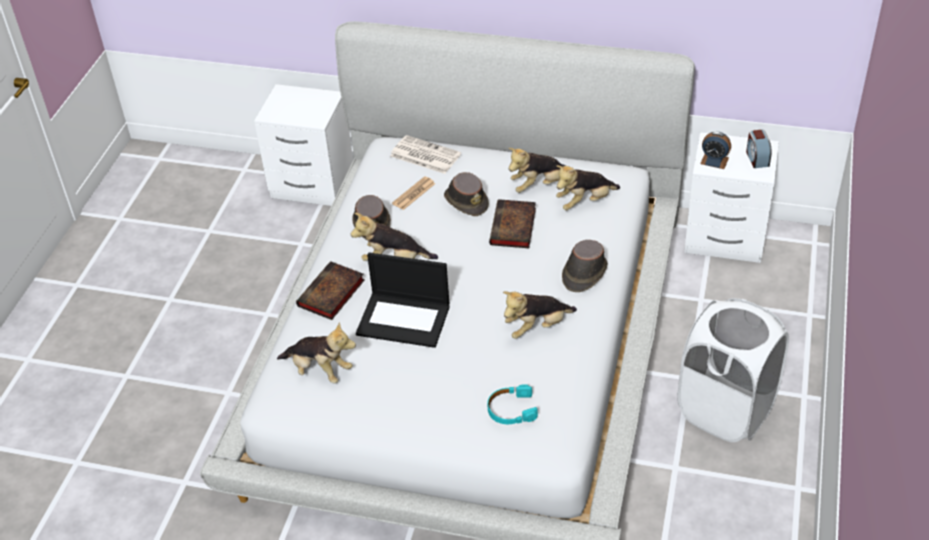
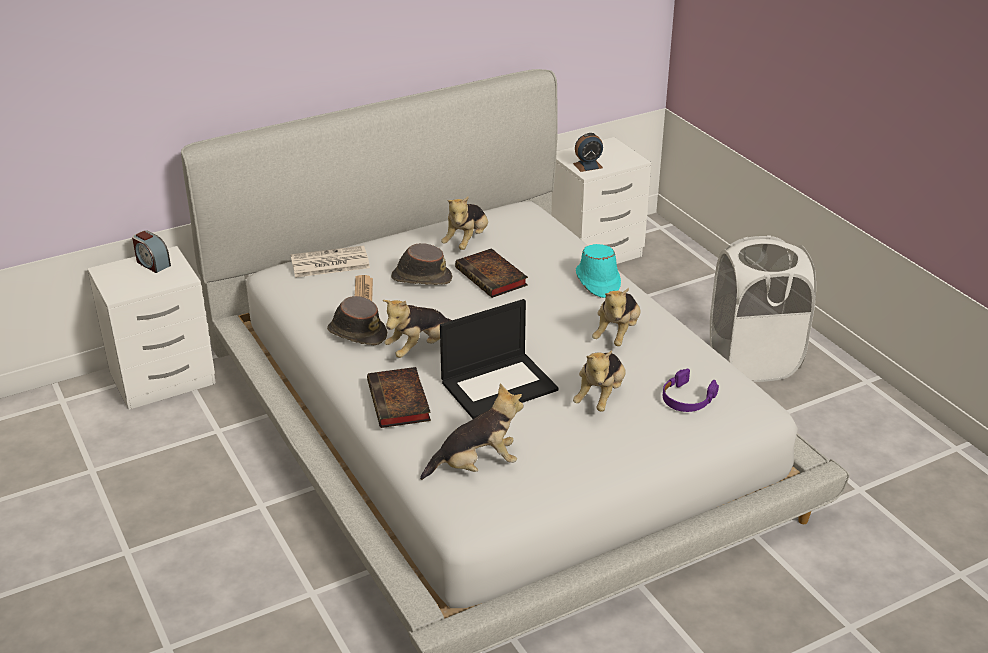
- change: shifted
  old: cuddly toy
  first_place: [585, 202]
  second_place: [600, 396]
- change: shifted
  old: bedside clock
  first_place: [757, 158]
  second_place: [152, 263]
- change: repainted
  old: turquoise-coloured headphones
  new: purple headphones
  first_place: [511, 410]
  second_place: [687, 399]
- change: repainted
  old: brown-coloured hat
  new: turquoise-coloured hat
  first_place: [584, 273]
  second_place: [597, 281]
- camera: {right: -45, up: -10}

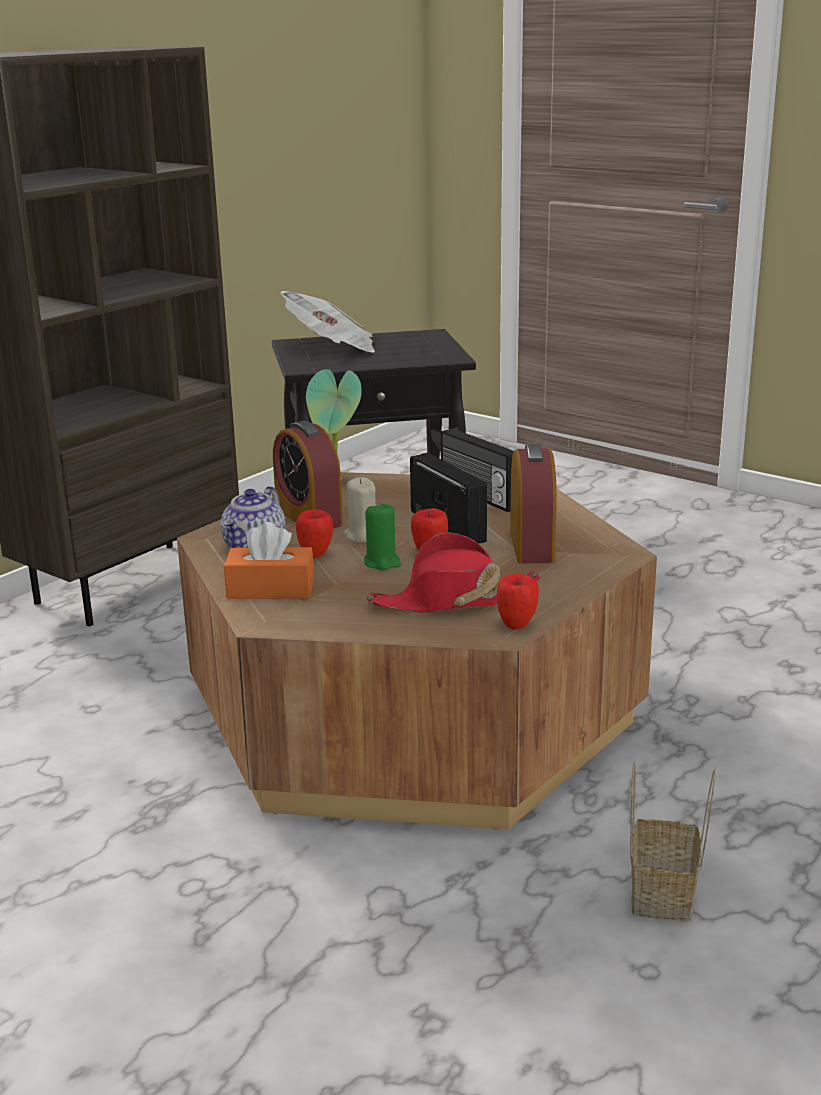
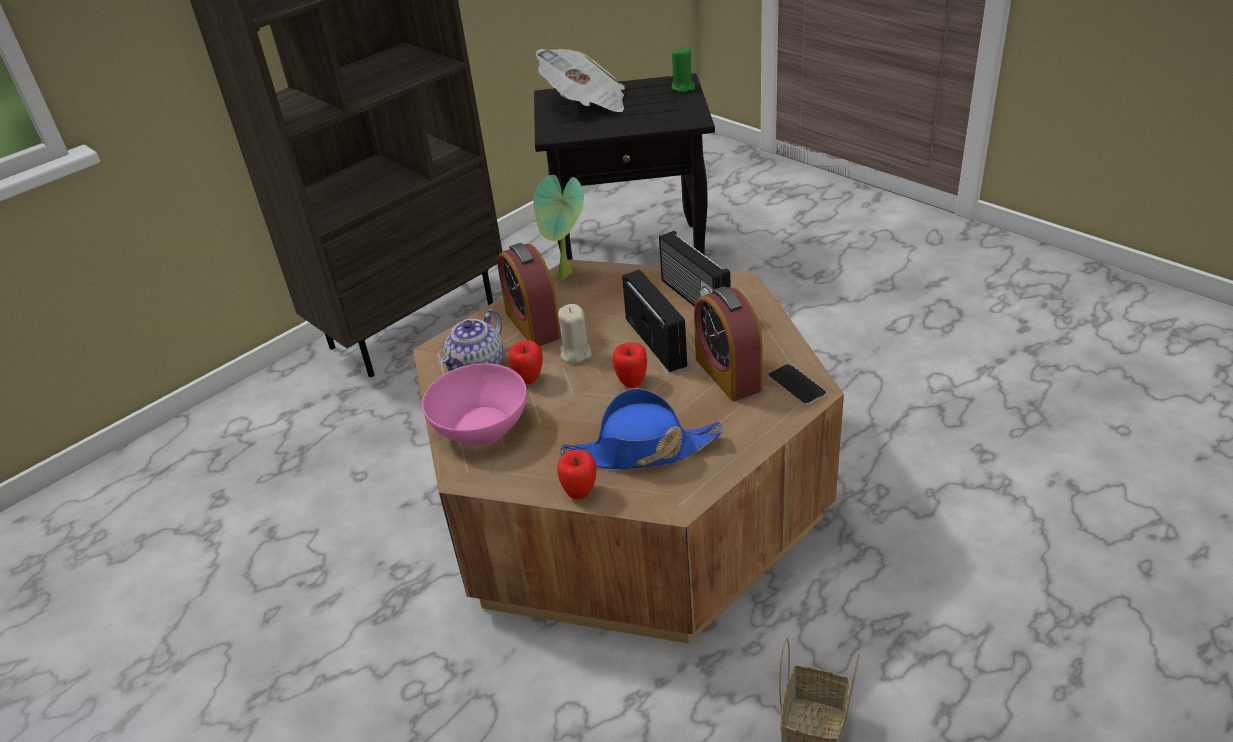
- change: new
  new: handset
  second_place: [796, 385]
- change: shifted
  old: greenish wax candle
  first_place: [382, 563]
  second_place: [683, 87]
- change: shifted
  old: apple
  first_place: [517, 625]
  second_place: [580, 492]
- change: swapped
  old: orange-coloured tissue box
  new: pink-coloured bowl
  first_place: [270, 589]
  second_place: [480, 426]
- change: repainted
  old: reddish hat
  new: blue hat
  first_place: [454, 600]
  second_place: [641, 450]
- change: rotated
  old: bedside clock
  first_place: [532, 546]
  second_place: [728, 374]
  degrees: 150
- camera: {right: 10, up: 15}

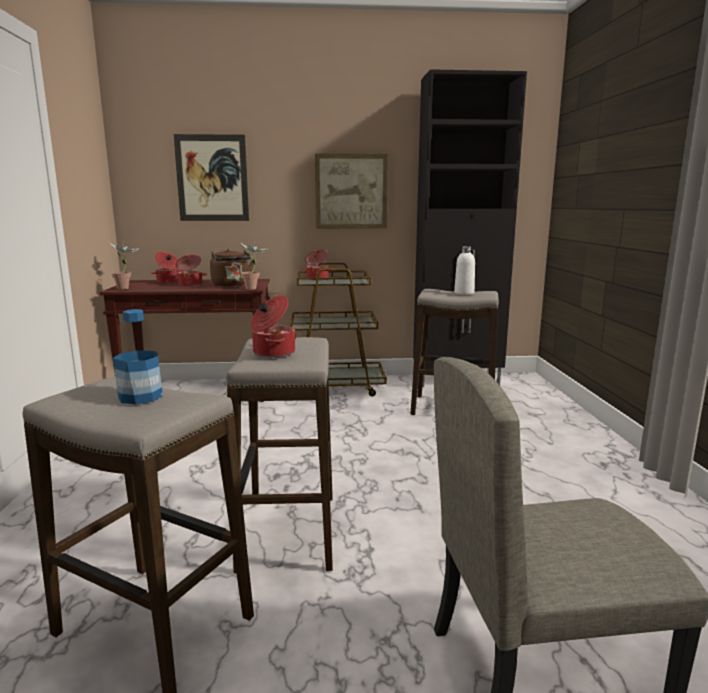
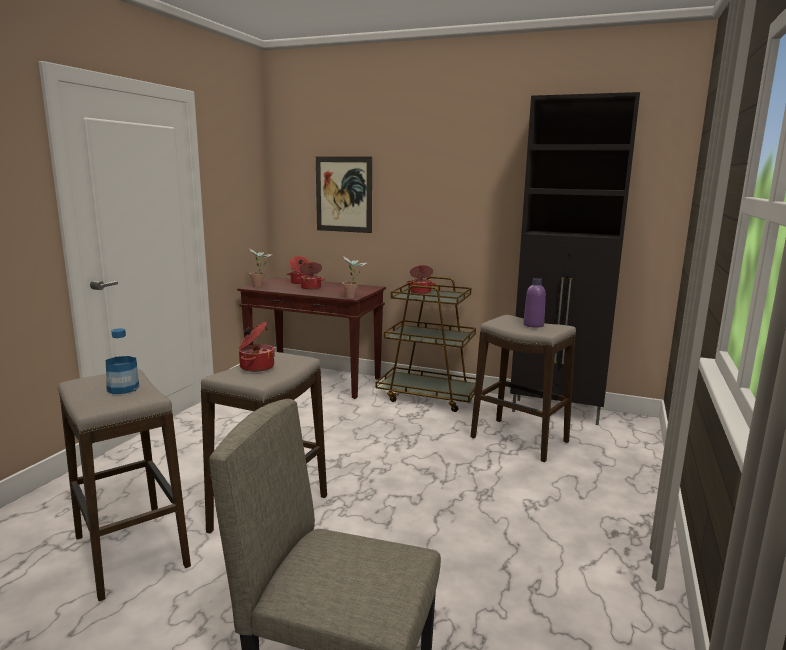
- change: gone
  old: brown-coloured water kettle
  first_place: [231, 285]
- change: gone
  old: picture
  first_place: [351, 191]
- change: repainted
  old: white bottle
  new: purple bottle
  first_place: [464, 293]
  second_place: [533, 325]
- camera: {right: 25, up: 0}

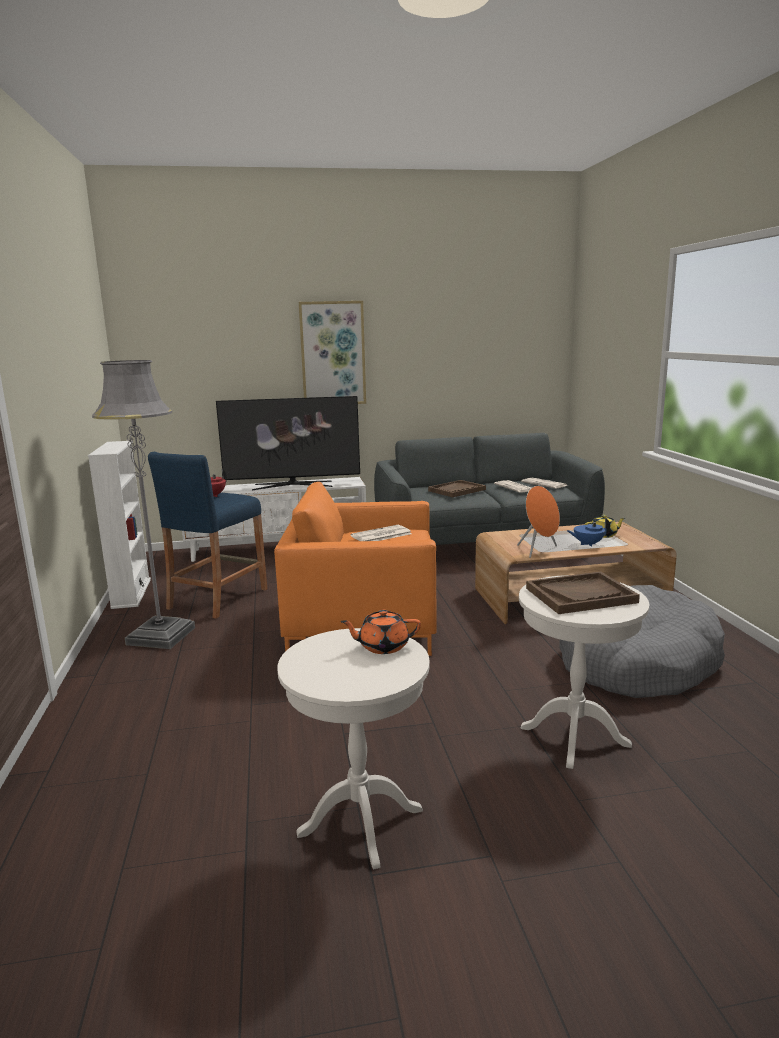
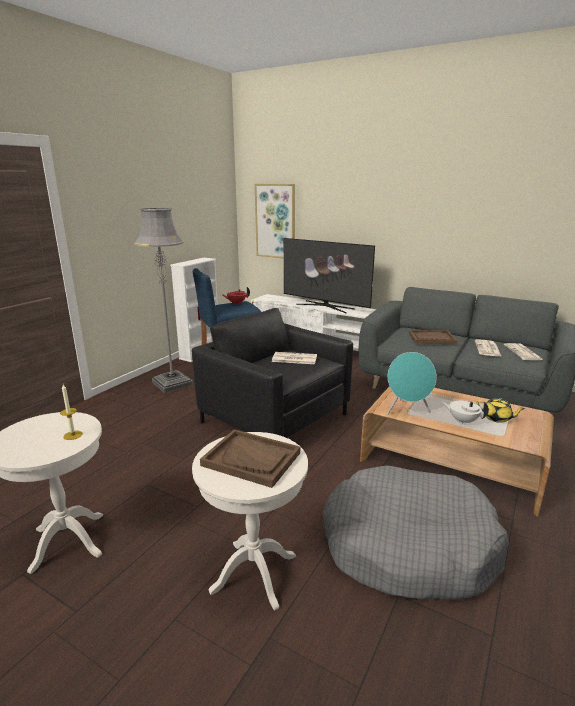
- change: shifted
  old: picture
  first_place: [333, 354]
  second_place: [275, 221]
- change: swapped
  old: orange-coloured tea pot
  new: wax candle
  first_place: [382, 646]
  second_place: [73, 435]
- change: repainted
  old: orange-coloured lounge chair
  new: blackish lounge chair
  first_place: [362, 622]
  second_place: [274, 418]
- change: repainted
  old: orange-coloured speaker
  new: turquoise-coloured speaker
  first_place: [539, 550]
  second_place: [407, 411]
- change: repainted
  old: blue tea pot
  new: white tea pot
  first_place: [587, 544]
  second_place: [463, 421]
- camera: {right: 40, up: 5}

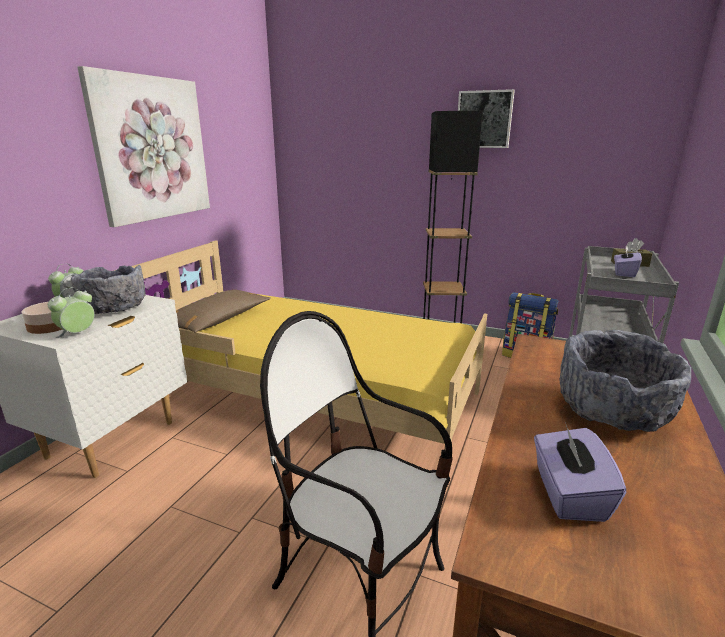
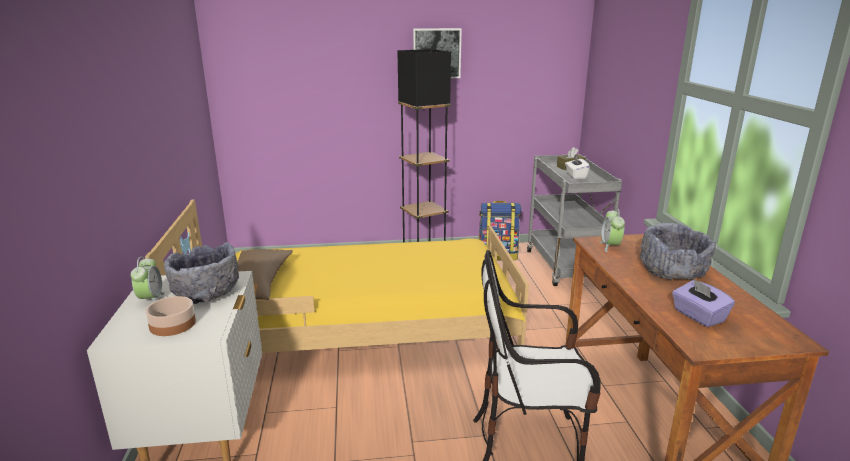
- change: gone
  old: picture
  first_place: [152, 149]
- change: shifted
  old: bedside clock
  first_place: [78, 334]
  second_place: [610, 246]
- change: repainted
  old: purple tissue box
  new: white tissue box
  first_place: [624, 273]
  second_place: [575, 176]
- camera: {right: -30, up: 0}

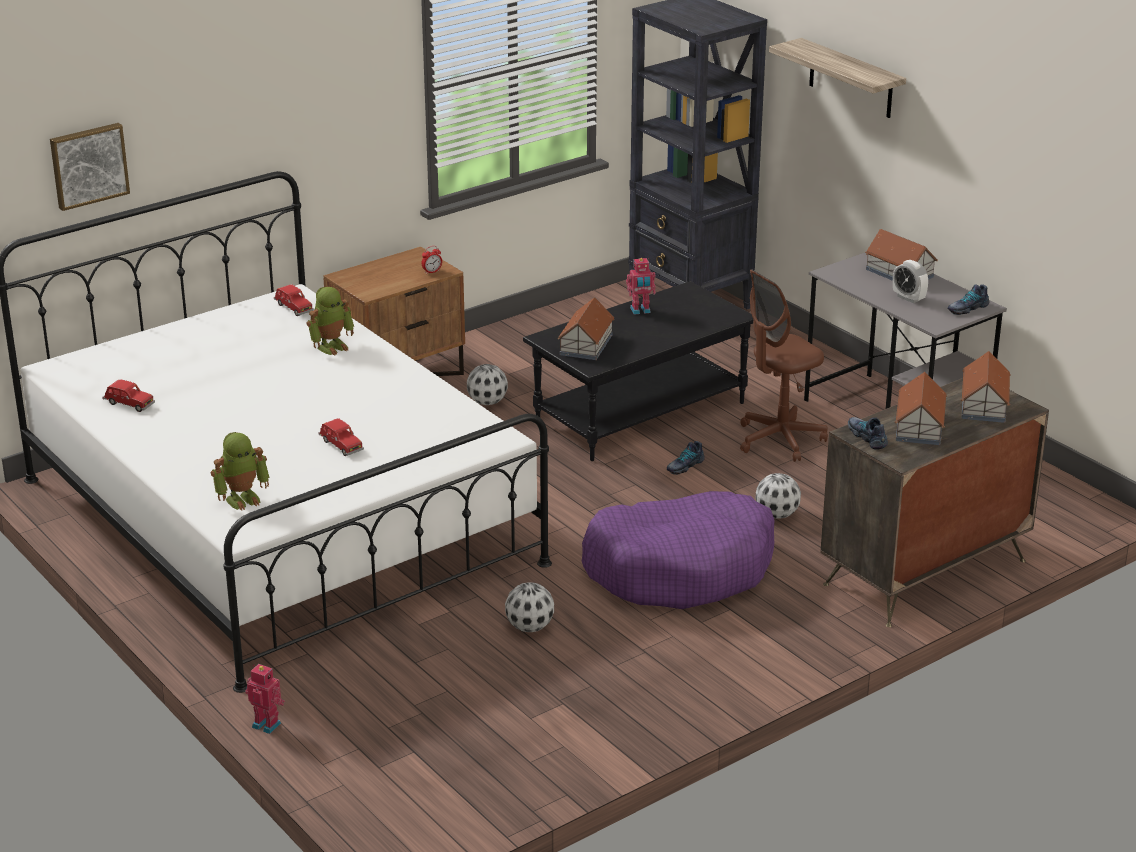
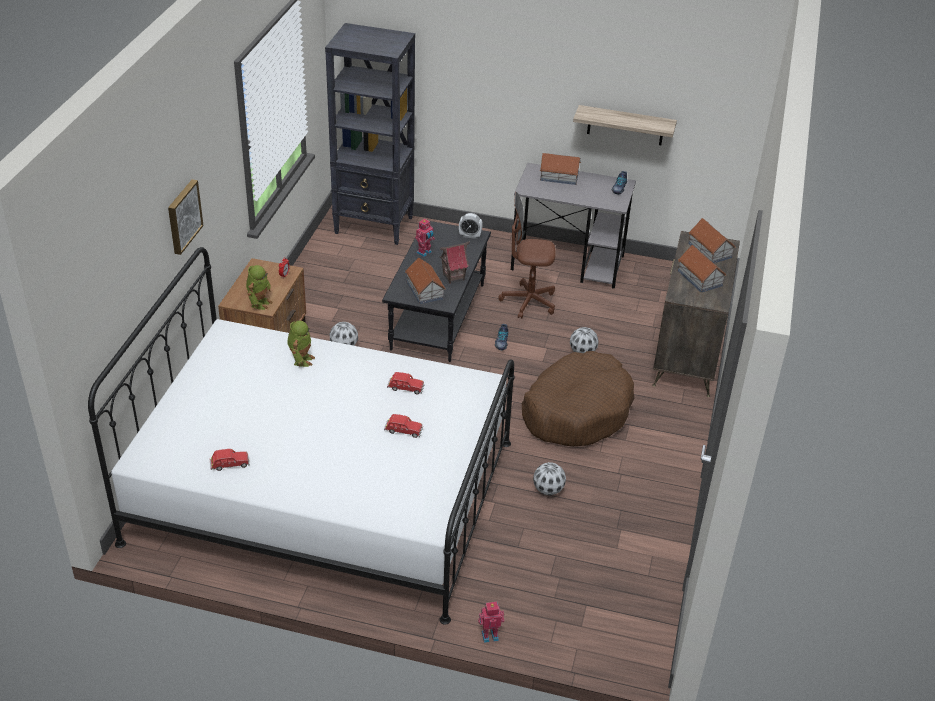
- change: gone
  old: item of footwear
  first_place: [867, 437]
- change: new
  new: miniature house
  second_place: [453, 277]
- change: shifted
  old: picture
  first_place: [88, 165]
  second_place: [183, 216]
- change: shifted
  old: model robot
  first_place: [242, 498]
  second_place: [259, 303]
- change: shifted
  old: reddish miniature car
  first_place: [293, 308]
  second_place: [405, 388]
- change: shifted
  old: bracket shelf
  first_place: [851, 79]
  second_place: [625, 125]
- change: shifted
  old: bedside clock
  first_place: [908, 298]
  second_place: [470, 236]
- change: repainted
  old: purple dog cushion
  new: brown-coloured dog cushion
  first_place: [680, 568]
  second_place: [576, 411]
- change: rotated
  old: brown-coloured desk chair
  first_place: [779, 440]
  second_place: [528, 302]
  degrees: 75
- camera: {right: -40, up: 10}

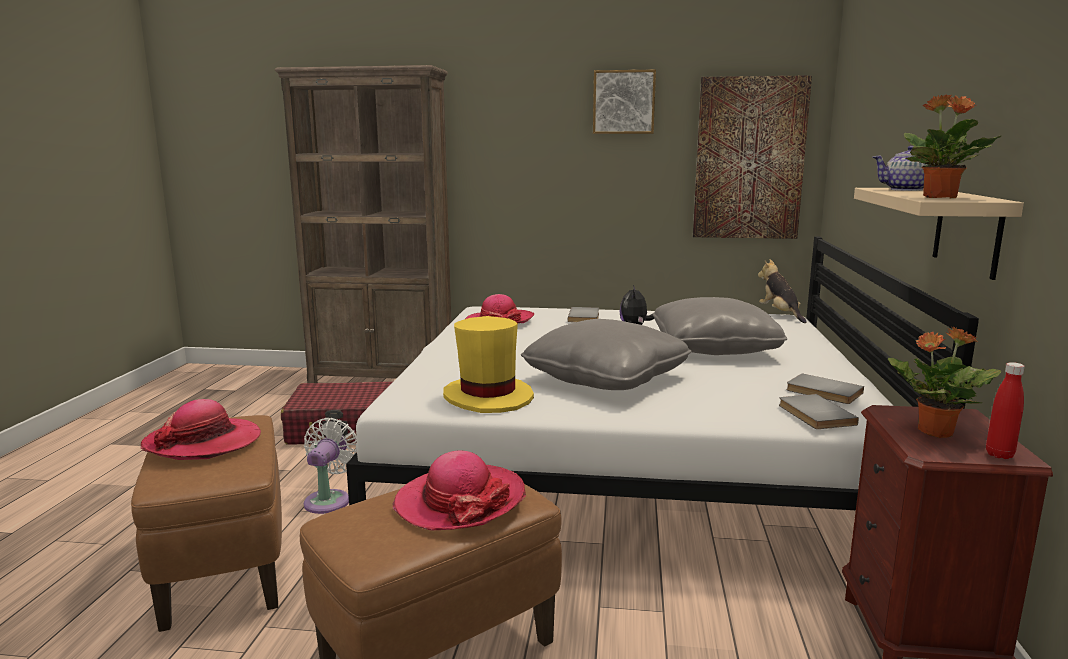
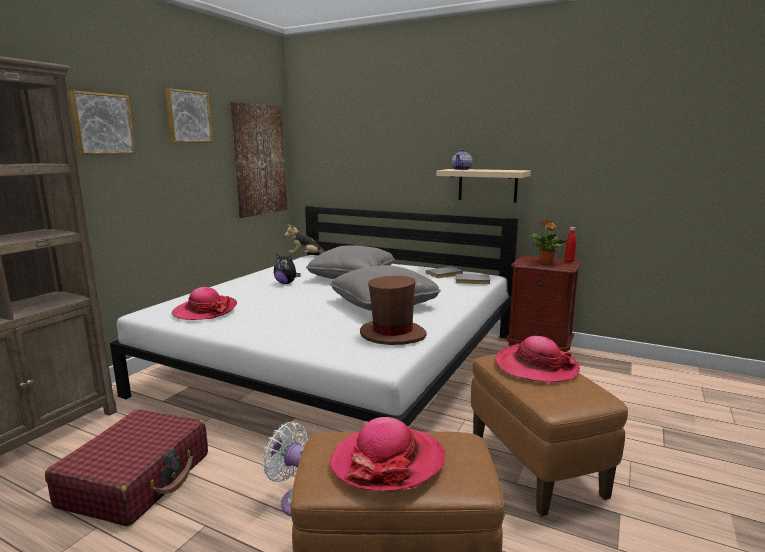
- change: gone
  old: greyish volume
  first_place: [585, 317]
- change: gone
  old: potted plant
  first_place: [940, 197]
- change: new
  new: picture
  second_place: [101, 124]
- change: repainted
  old: yellow-coloured hat
  new: brown-coloured hat
  first_place: [488, 397]
  second_place: [392, 334]
- camera: {right: -70, up: 0}

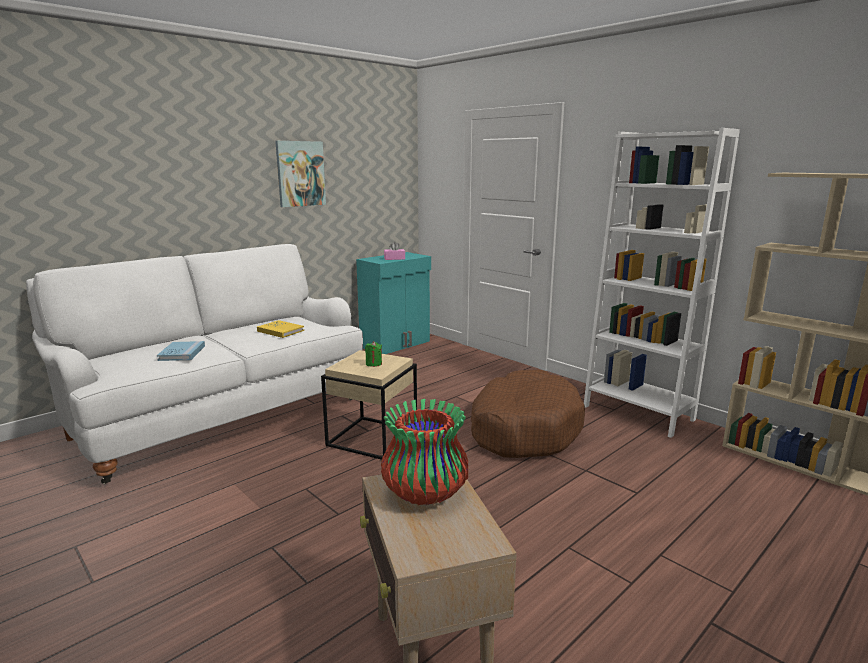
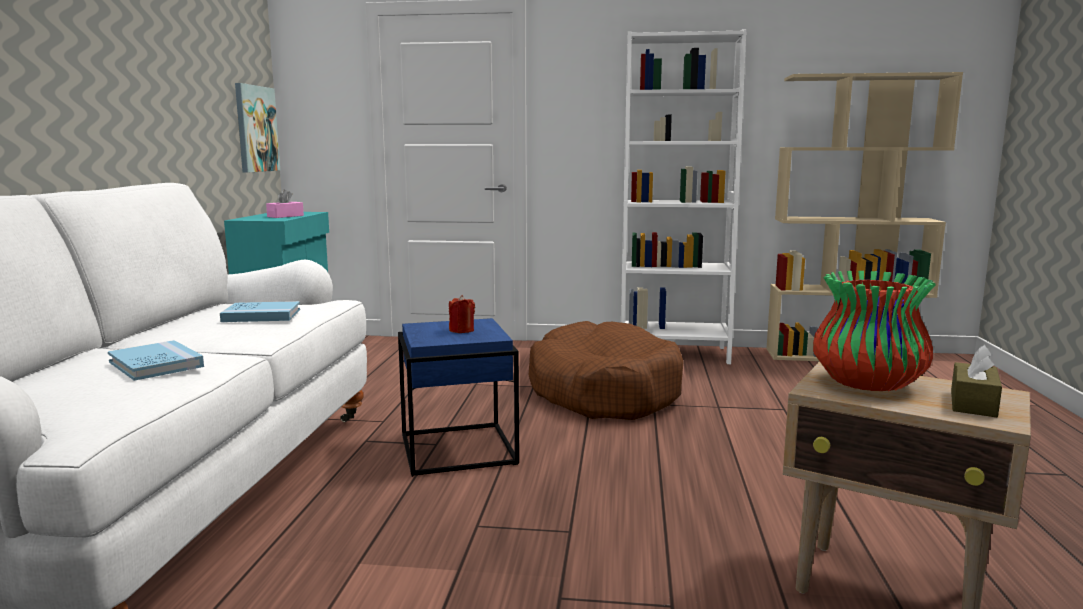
- change: new
  new: brown-coloured tissue box
  second_place: [973, 403]
- change: shifted
  old: picture
  first_place: [300, 174]
  second_place: [256, 129]
- change: repainted
  old: yellow-coloured volume
  new: blue volume
  first_place: [280, 331]
  second_place: [261, 315]
- change: repainted
  old: sand-coloured accent table
  new: blue accent table
  first_place: [373, 439]
  second_place: [459, 450]
- change: repainted
  old: greenish wax candle
  new: reddish wax candle
  first_place: [373, 364]
  second_place: [461, 330]
- camera: {right: -40, up: -5}

